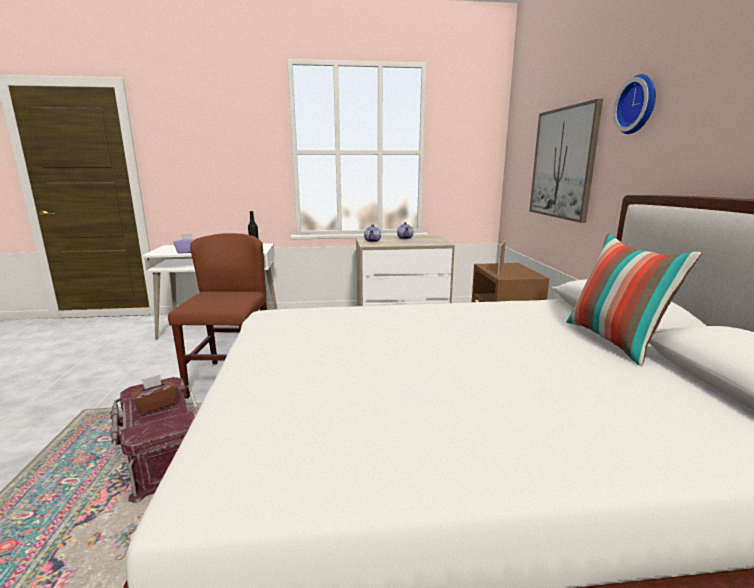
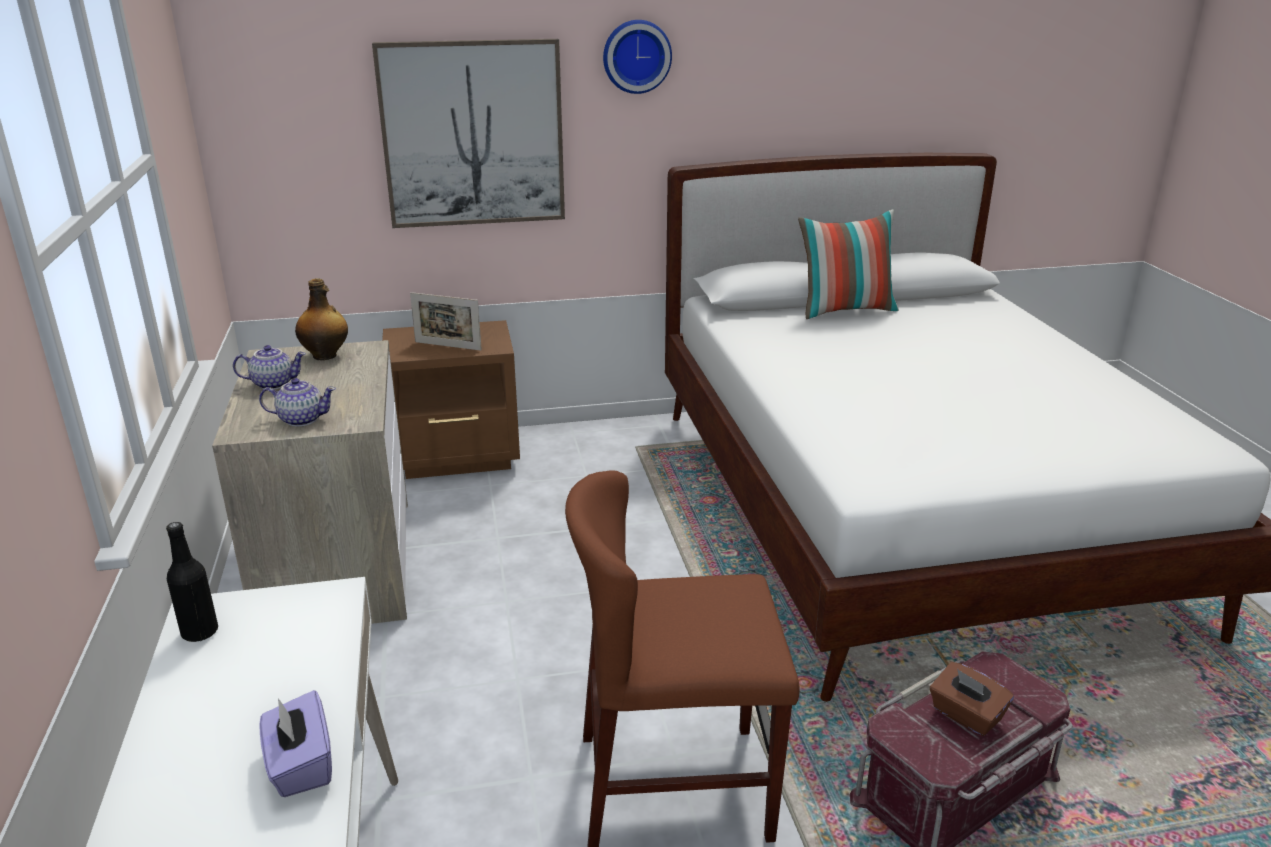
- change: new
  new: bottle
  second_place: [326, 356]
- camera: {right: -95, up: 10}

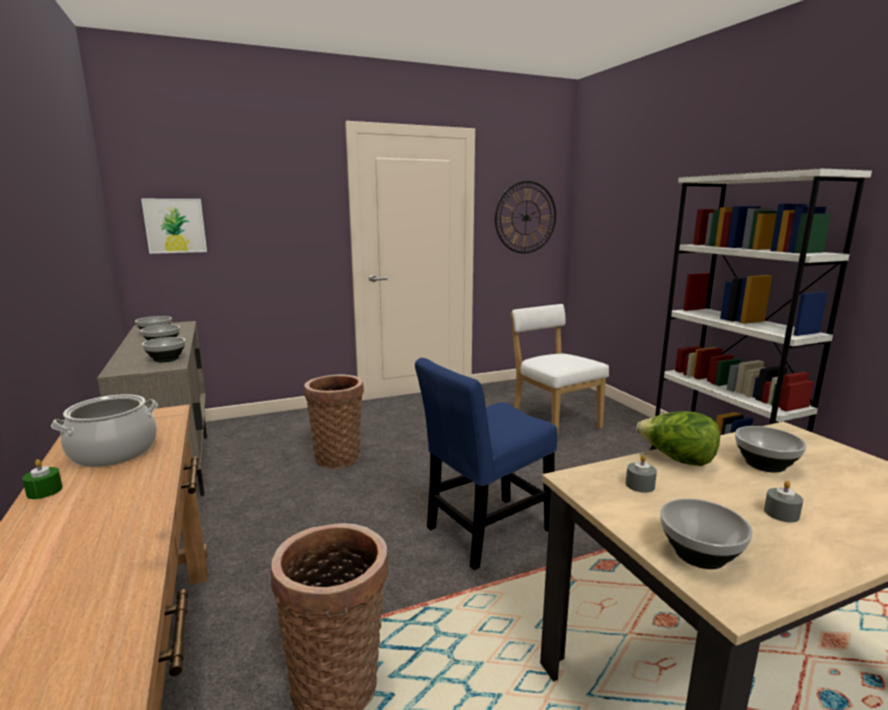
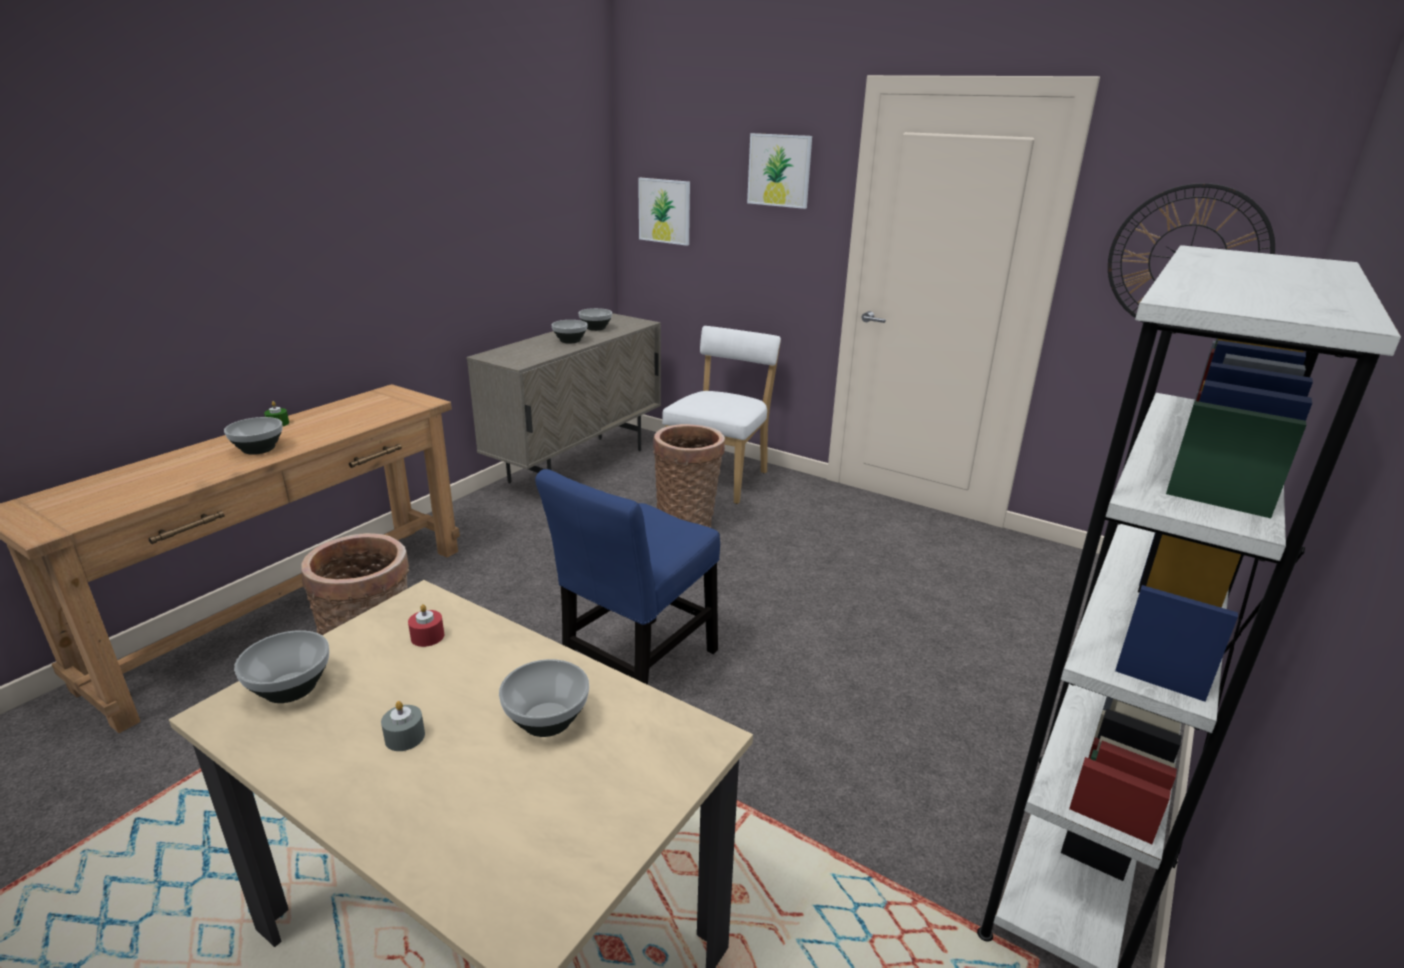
- change: gone
  old: saucepot
  first_place: [114, 452]
- change: gone
  old: lettuce head
  first_place: [676, 459]
- change: new
  new: picture
  second_place: [779, 170]
- change: shifted
  old: bowl
  first_place: [166, 359]
  second_place: [258, 449]
- change: shifted
  old: white chair
  first_place: [553, 422]
  second_place: [720, 478]
- change: repainted
  old: greyish wax candle
  new: reddish wax candle
  first_place: [640, 485]
  second_place: [427, 636]
- change: rotated
  old: blue chair
  first_place: [485, 532]
  second_place: [637, 669]
  degrees: -75
- camera: {right: 55, up: 10}

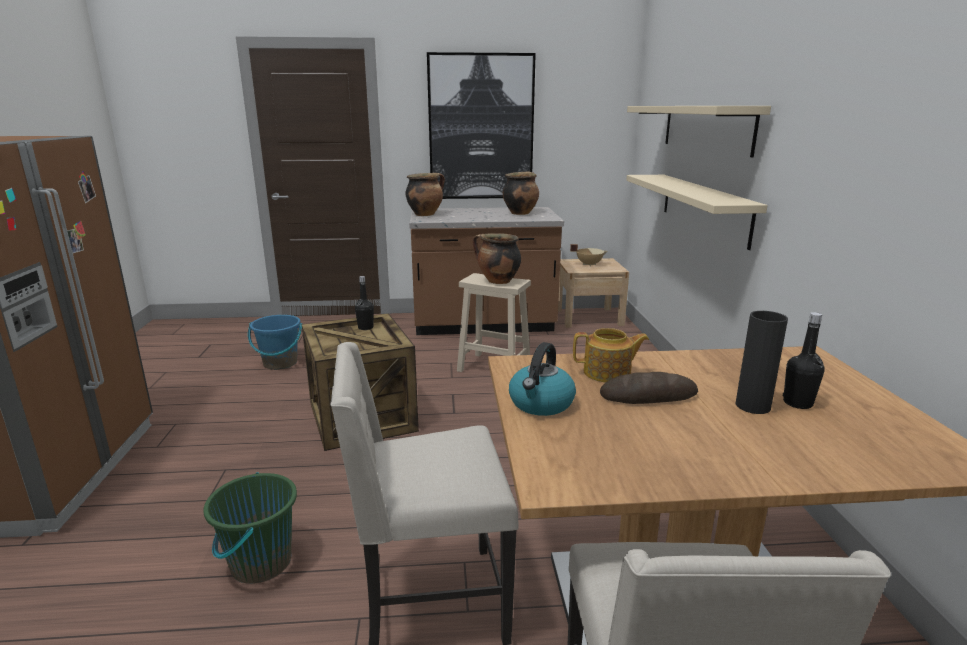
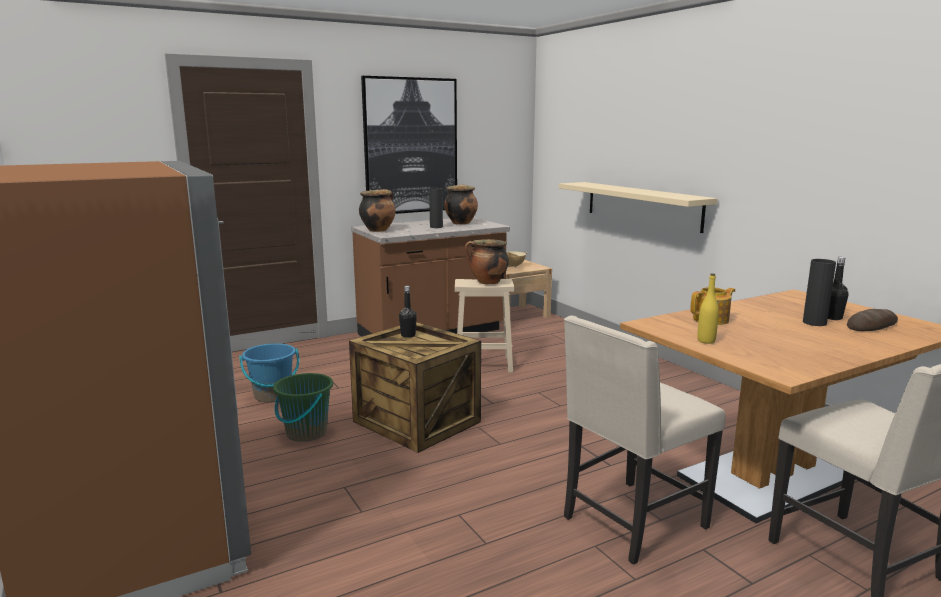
- change: gone
  old: sand-coloured bracket shelf
  first_place: [705, 128]
- change: new
  new: blackish flower vase
  second_place: [436, 227]
- change: shifted
  old: greenish water bucket
  first_place: [260, 563]
  second_place: [306, 433]
- change: shifted
  old: bakery bread
  first_place: [648, 395]
  second_place: [871, 325]
- change: swapped
  old: water kettle
  new: yellow-coloured bottle
  first_place: [541, 404]
  second_place: [706, 341]
- camera: {right: -25, up: -5}

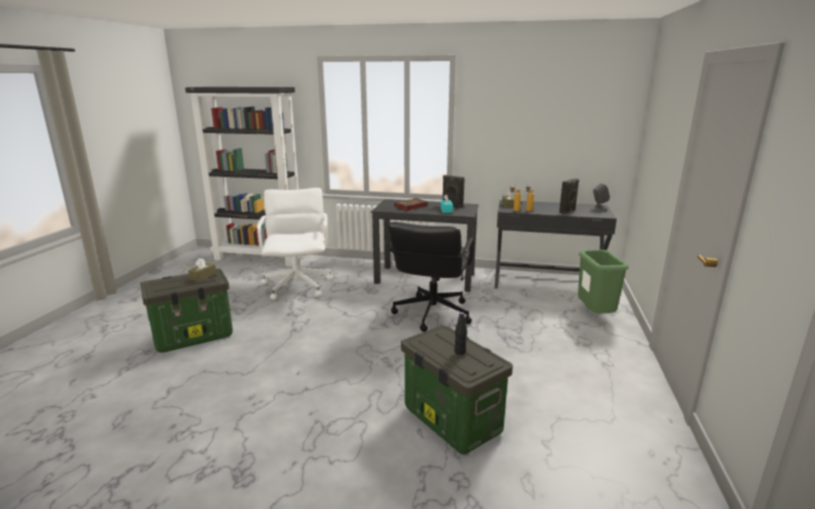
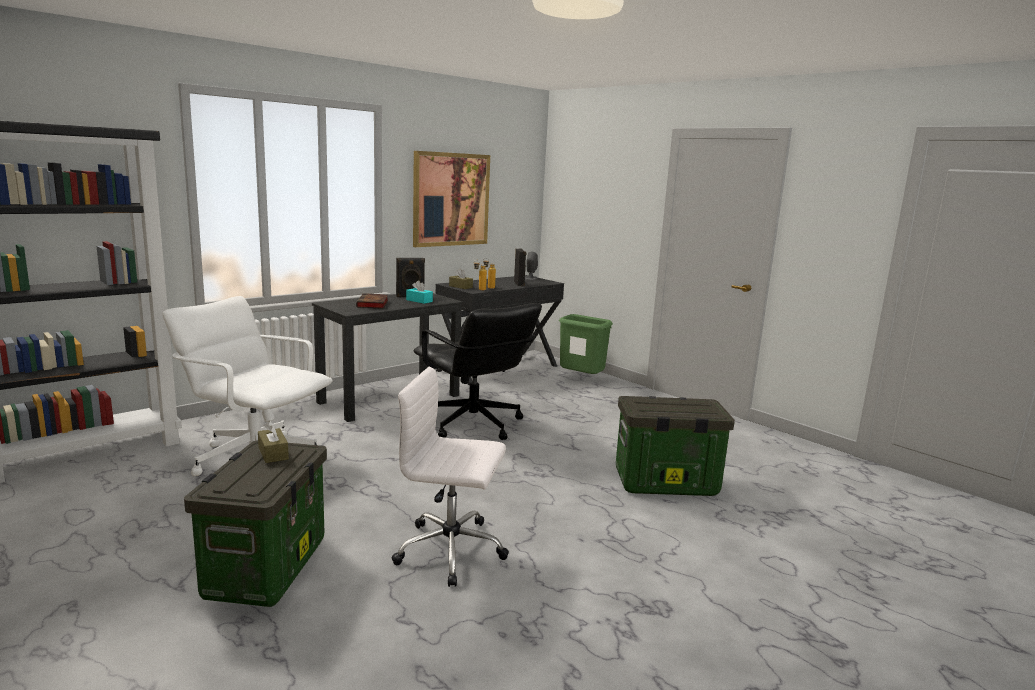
- change: gone
  old: blackish bottle
  first_place: [460, 352]
- change: new
  new: white desk chair
  second_place: [452, 551]
- change: new
  new: picture
  second_place: [451, 199]
- camera: {right: -55, up: -5}

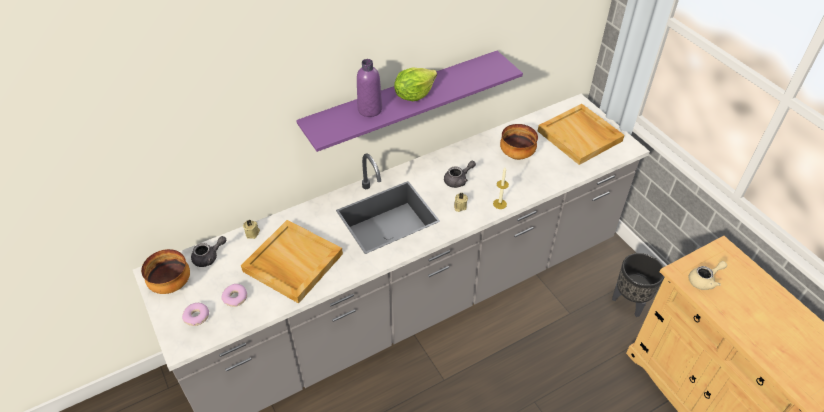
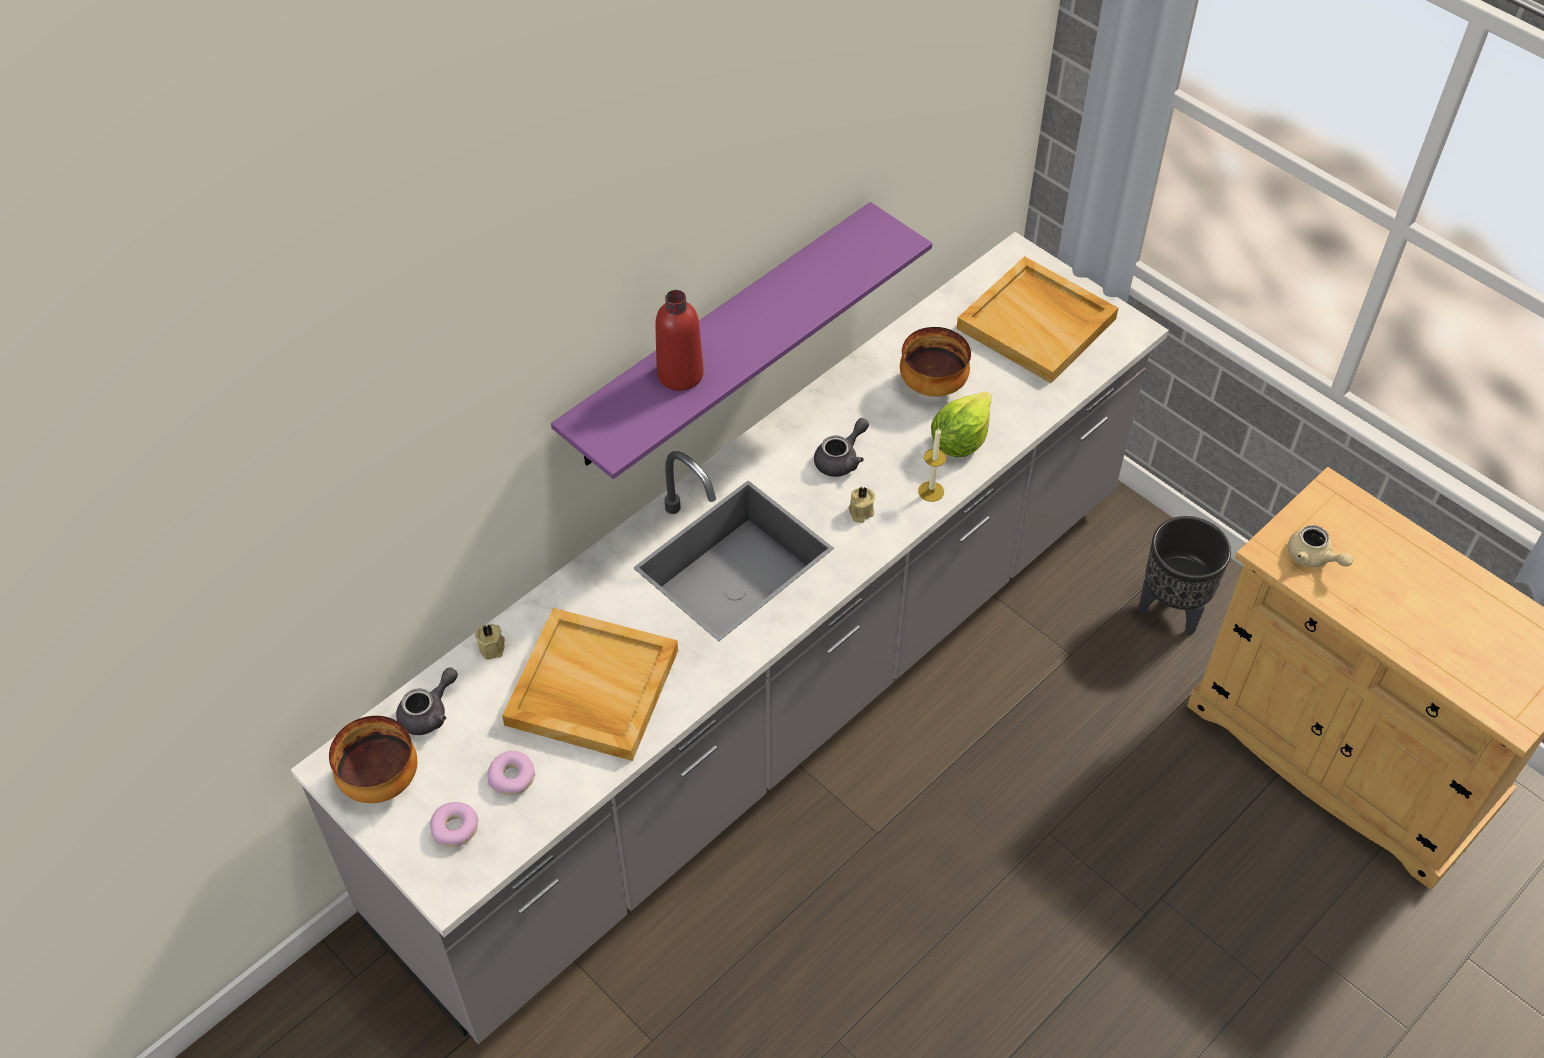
- change: shifted
  old: lettuce head
  first_place: [414, 95]
  second_place: [959, 440]
- change: repainted
  old: purple bottle
  new: reddish bottle
  first_place: [370, 109]
  second_place: [680, 374]
- change: rotated
  old: sand-coloured tea pot
  first_place: [704, 280]
  second_place: [1313, 558]
  degrees: 90
- camera: {right: -15, up: 5}

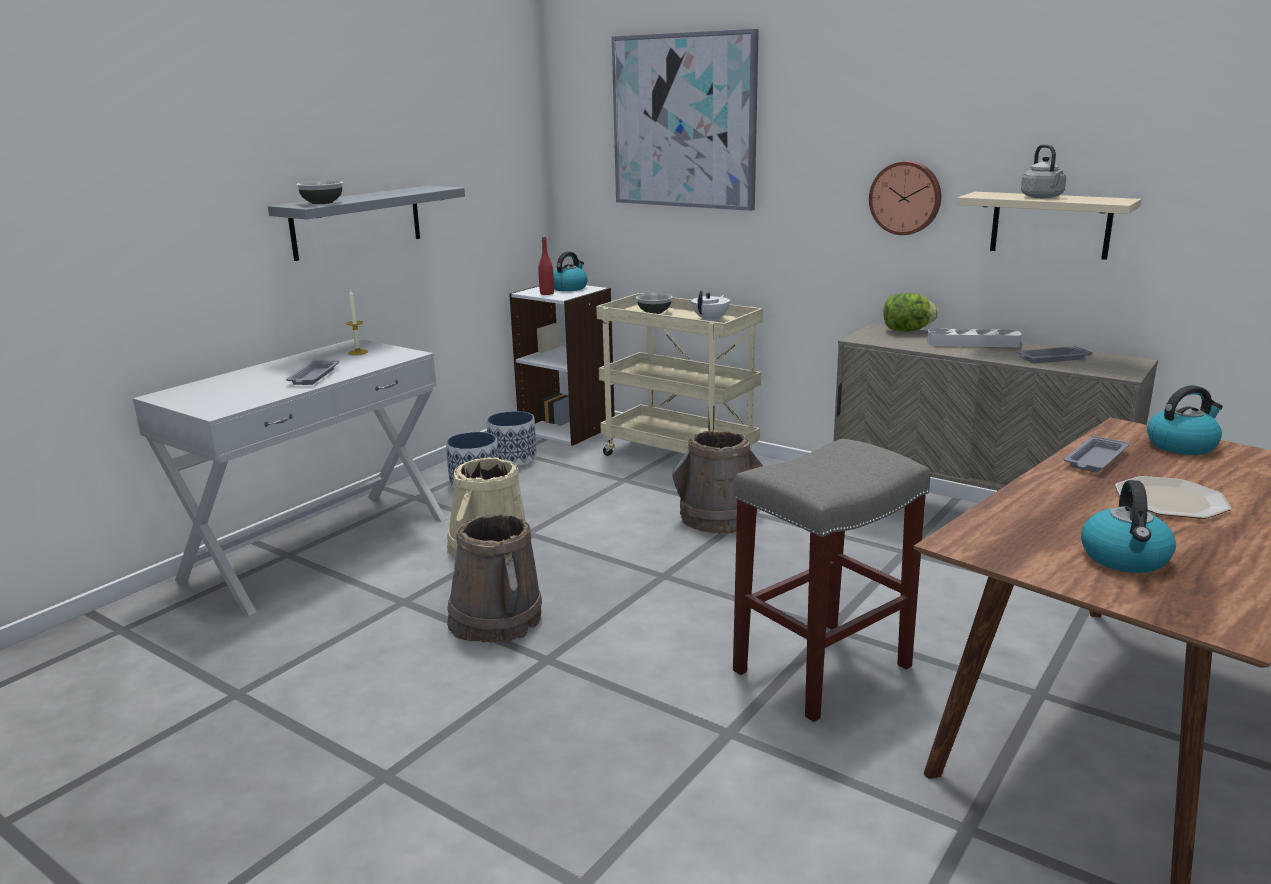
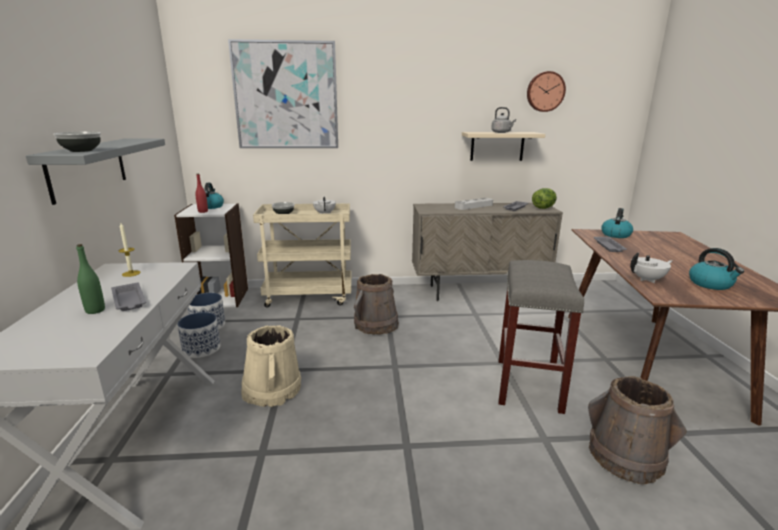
- change: gone
  old: flat dish
  first_place: [1169, 500]
- change: new
  new: greenish bottle
  second_place: [95, 310]
- change: new
  new: white tea pot
  second_place: [647, 279]
- change: shifted
  old: brown-coloured water bucket
  first_place: [496, 620]
  second_place: [626, 456]
- change: shifted
  old: clock on the wall
  first_place: [906, 197]
  second_place: [545, 91]
- change: shifted
  old: lettuce head
  first_place: [907, 331]
  second_place: [543, 208]
- camera: {right: -40, up: 0}

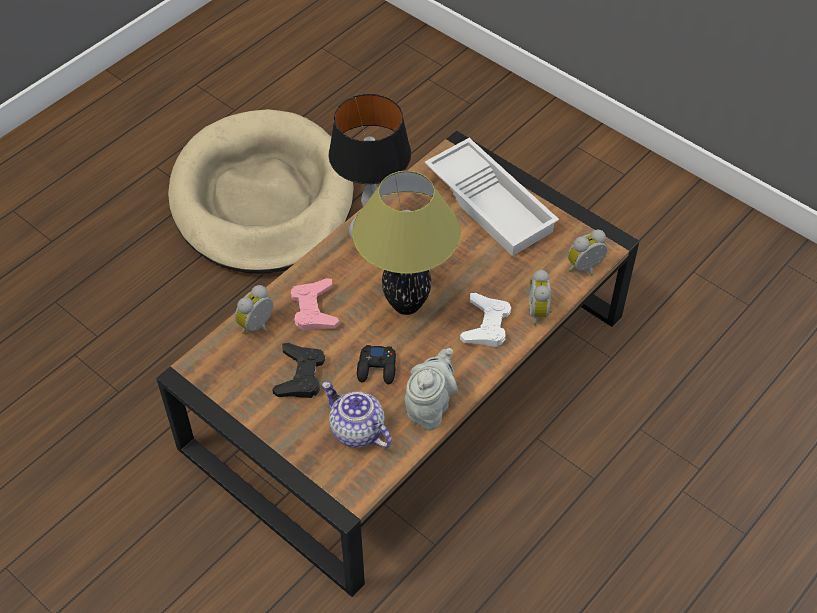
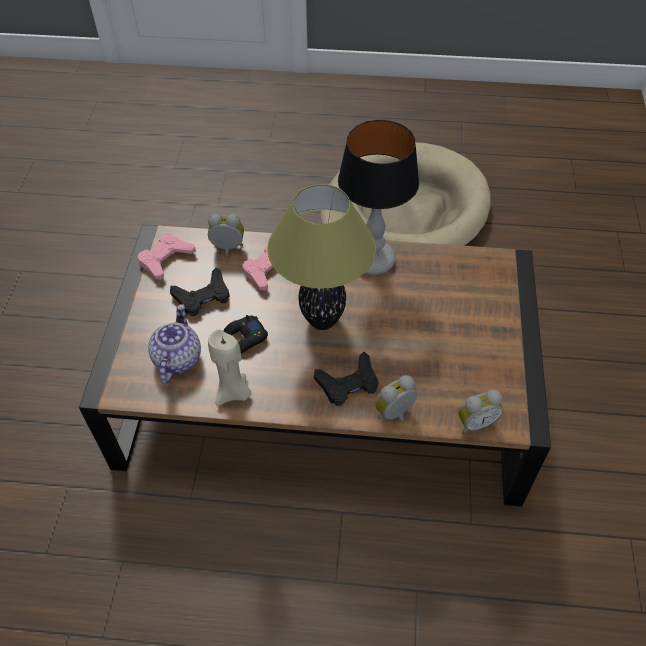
- change: gone
  old: white serving tray
  first_place: [492, 203]
- change: new
  new: pink-coloured joypad
  second_place: [166, 259]
- change: swapped
  old: greyish tea pot
  new: sand-coloured wax candle
  first_place: [430, 407]
  second_place: [234, 393]
- change: repainted
  old: white joypad
  new: blackish joypad
  first_place: [486, 325]
  second_place: [348, 383]
- change: rotated
  old: bedside clock
  first_place: [586, 269]
  second_place: [475, 422]
  degrees: 135
- camera: {right: 55, up: 0}

